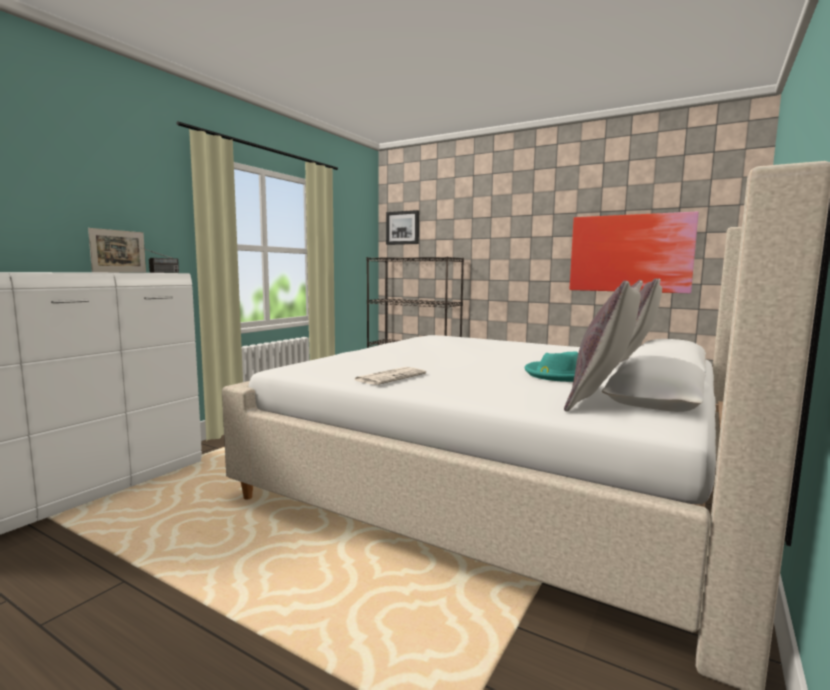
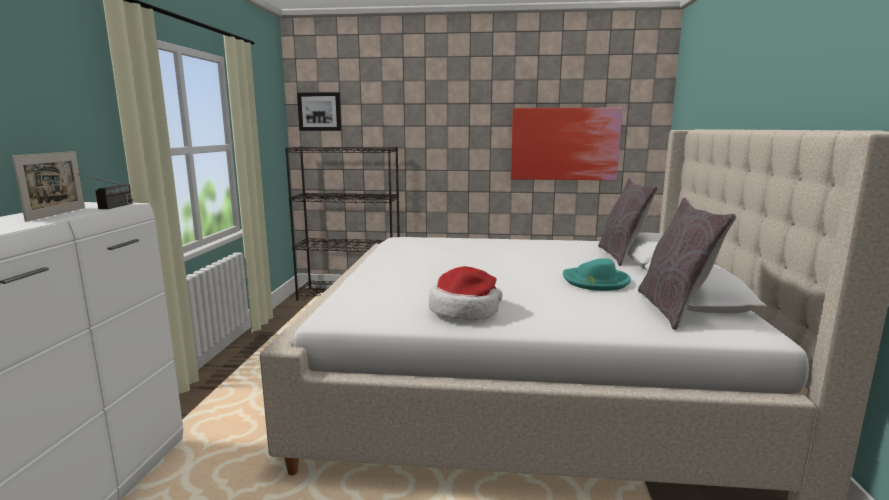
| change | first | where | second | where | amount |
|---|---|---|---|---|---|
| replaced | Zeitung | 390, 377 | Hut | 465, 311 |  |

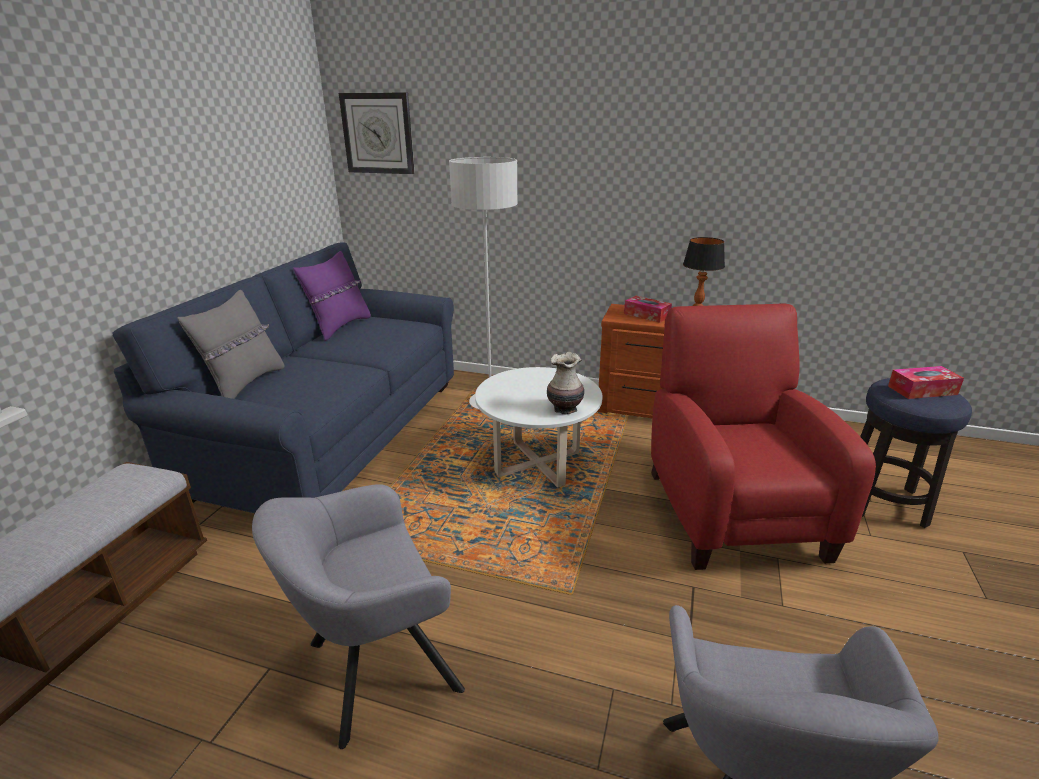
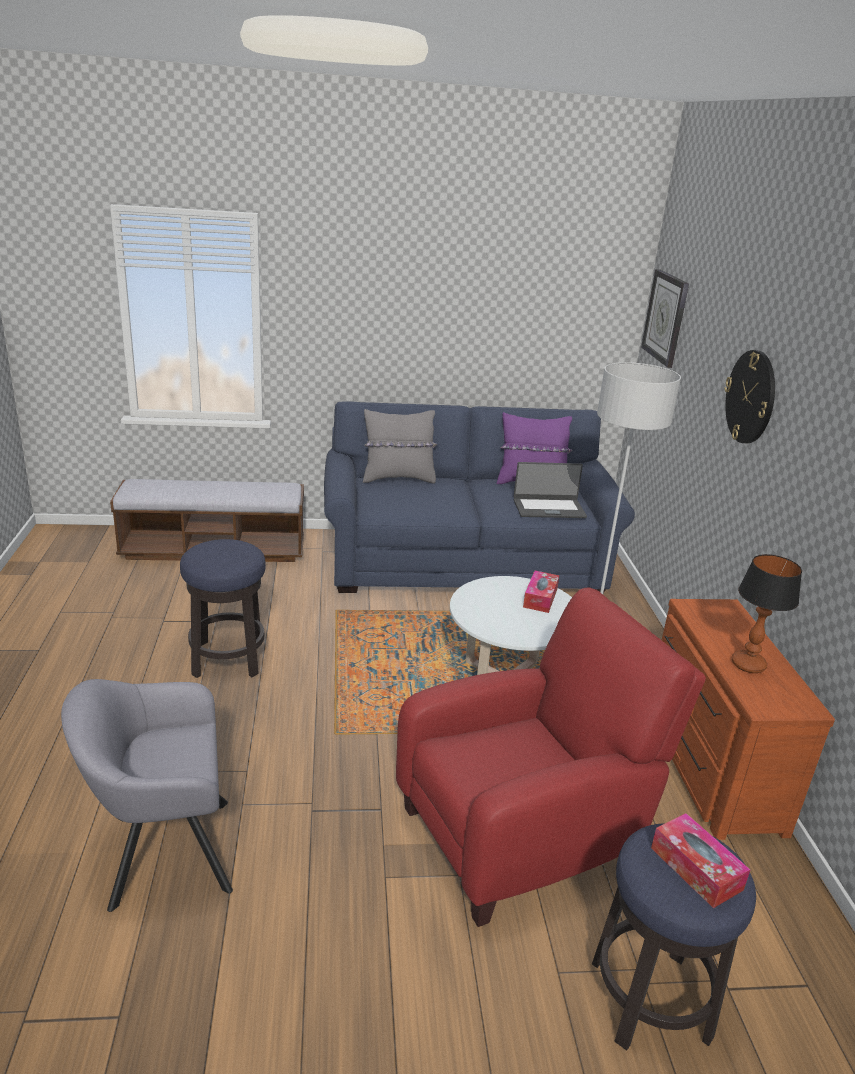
| change | first | where | second | where | amount |
|---|---|---|---|---|---|
| moved | Taschentuchbox | 646, 315 |  | 540, 598 |  |
| removed | Vase | 565, 409 |  |  |  |
| replaced | Sessel/grau | 374, 669 | Hocker | 227, 659 |  |
| added |  |  | Wanduhr | 751, 397 |  |
| added |  |  | Laptop | 548, 508 |  |

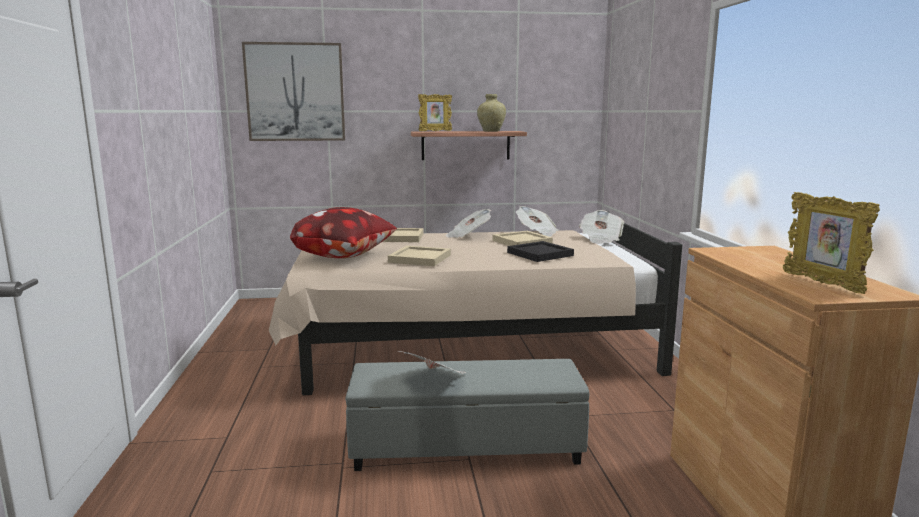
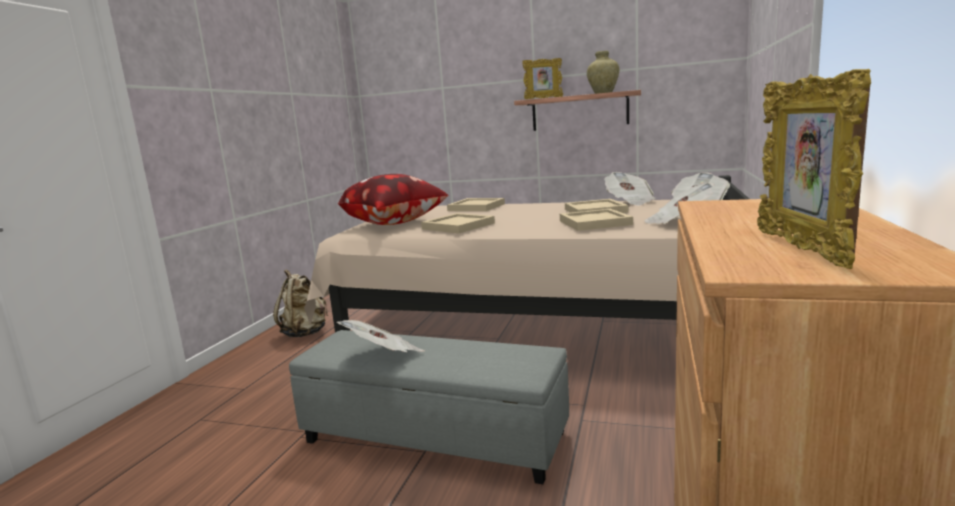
| change | first | where | second | where | amount |
|---|---|---|---|---|---|
| removed | Bild | 295, 92 |  |  |  |
| moved | Zeitung | 468, 236 |  | 678, 221 |  |
| recoloured | Tablett/schwarz | 539, 254 | Tablett/beige | 593, 223 |  |
| added |  |  | Rucksack/beige | 306, 333 |  |

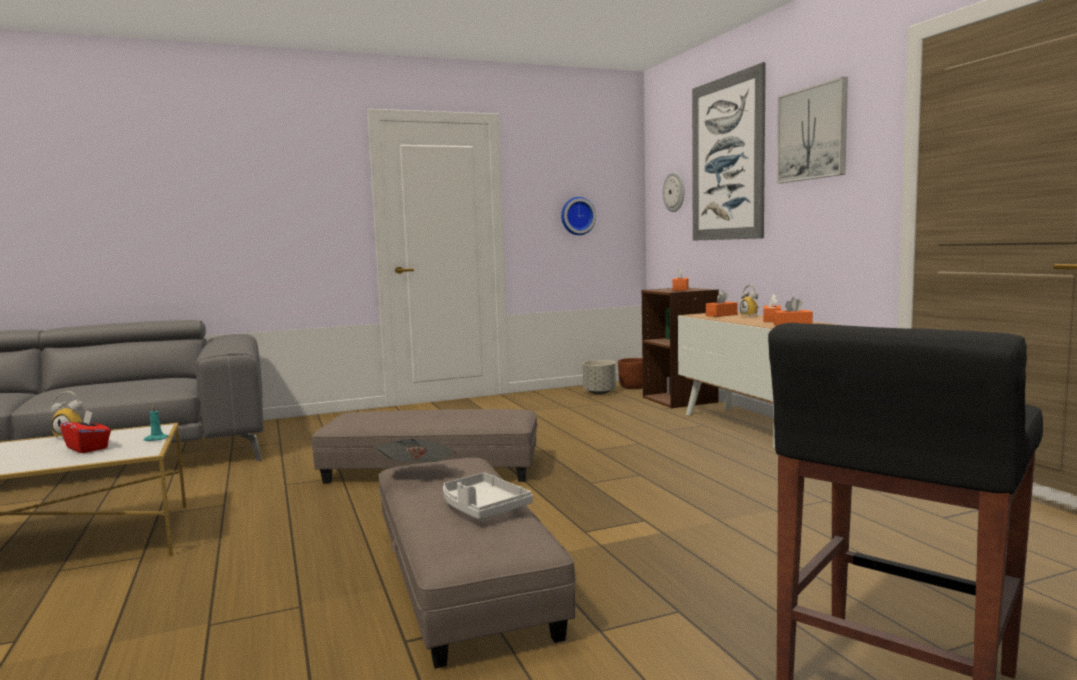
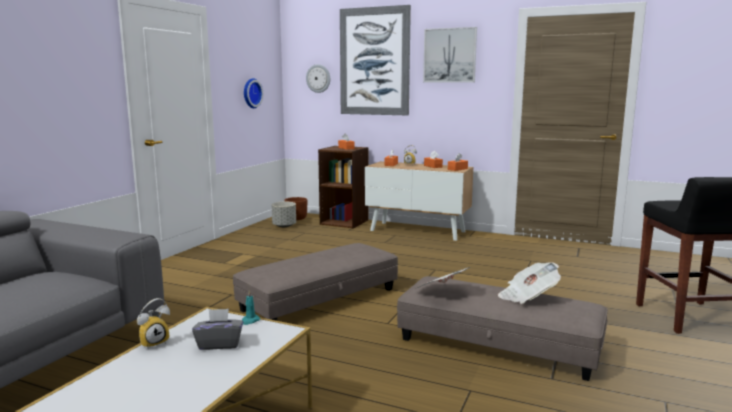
| change | first | where | second | where | amount |
|---|---|---|---|---|---|
| recoloured | Taschentuchbox/rot | 88, 448 | Taschentuchbox/grau | 219, 344 |  |
| replaced | Tablett/grau | 482, 508 | Zeitung | 527, 297 |  |

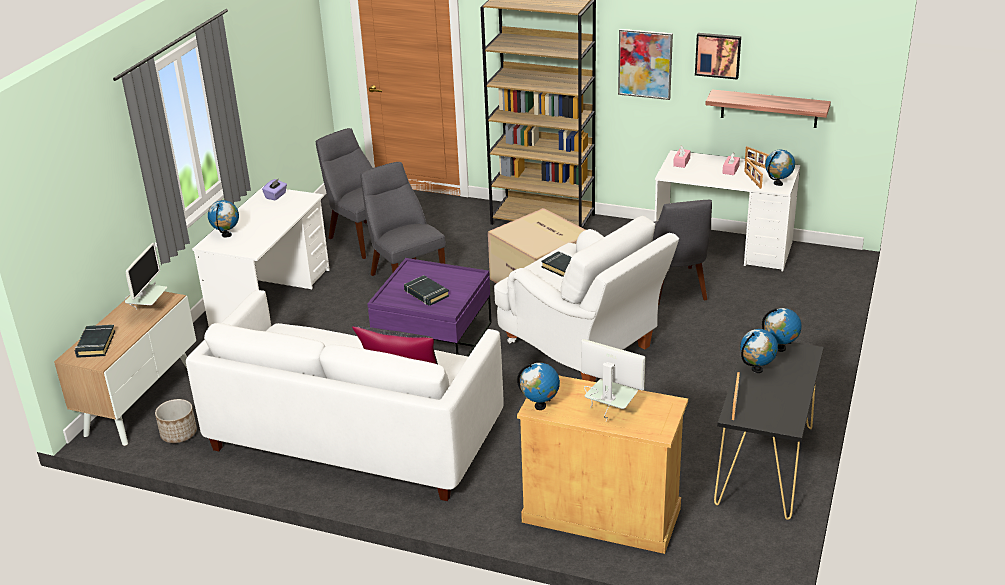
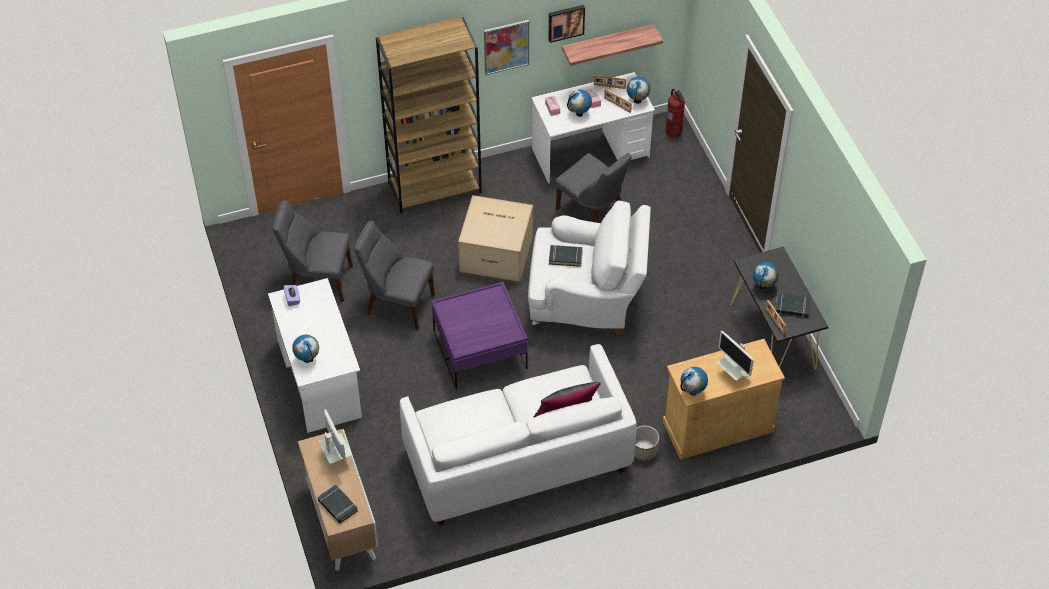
| change | first | where | second | where | amount |
|---|---|---|---|---|---|
| moved | Buch/schwarz | 426, 293 |  | 792, 307 |  |
| moved | Globus | 780, 348 |  | 579, 114 |  |
| turned | Monitor | 610, 413 |  | 734, 374 | 120 degrees counterclockwise |
| moved | Pflanzkübel | 178, 434 |  | 643, 450 |  |
| added |  |  | Feuerlöscher | 673, 131 |  |

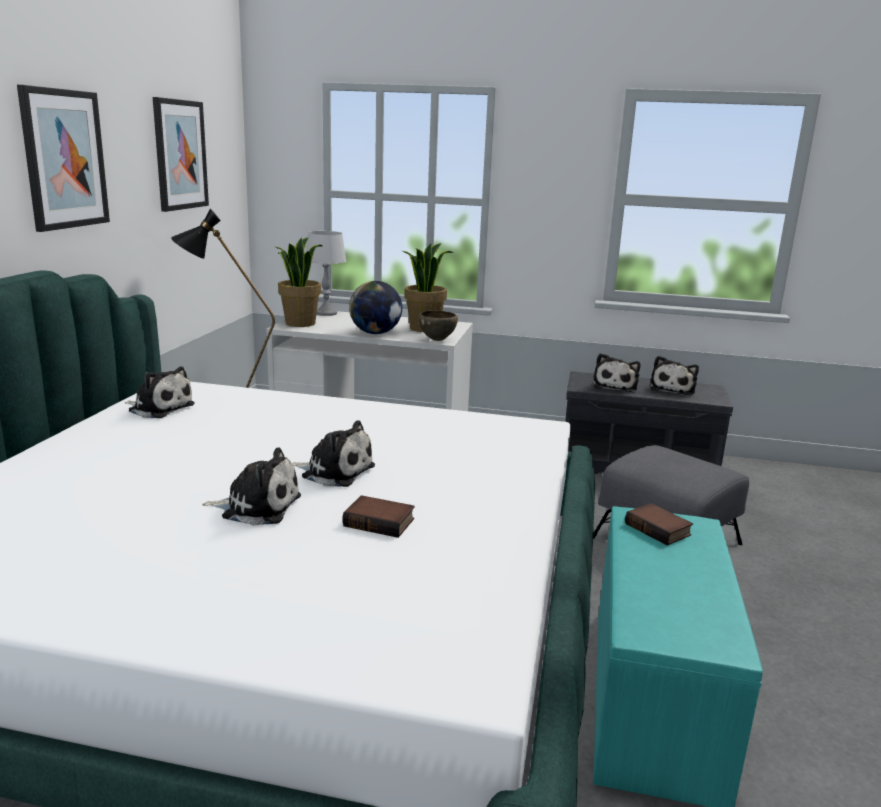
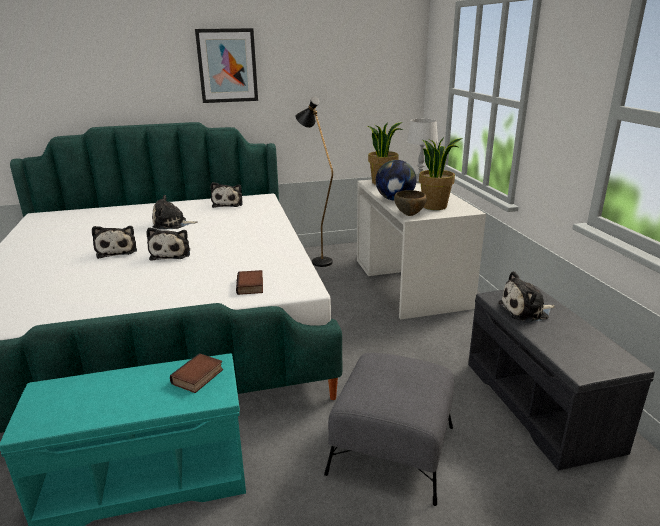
| change | first | where | second | where | amount |
|---|---|---|---|---|---|
| removed | Bild | 180, 155 |  |  |  |
| moved | Plüschtier | 672, 389 |  | 172, 224 |  |
| moved | Buch | 380, 522 |  | 251, 286 |  |

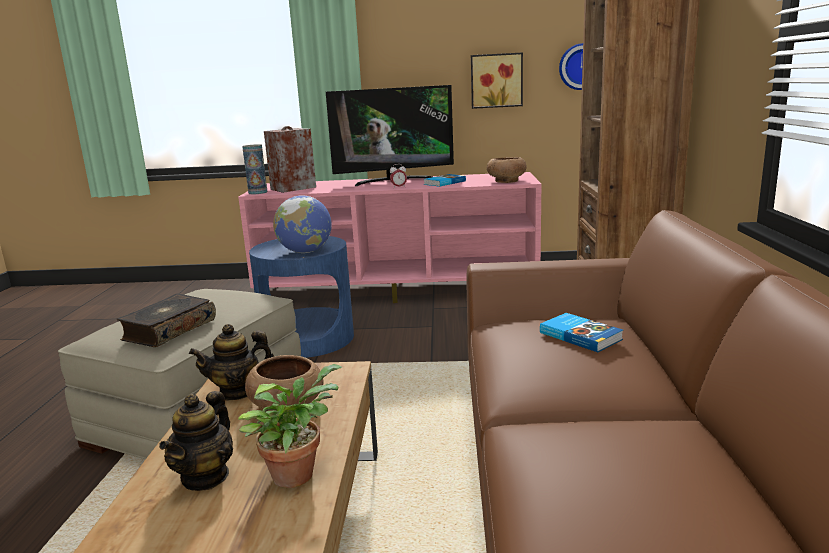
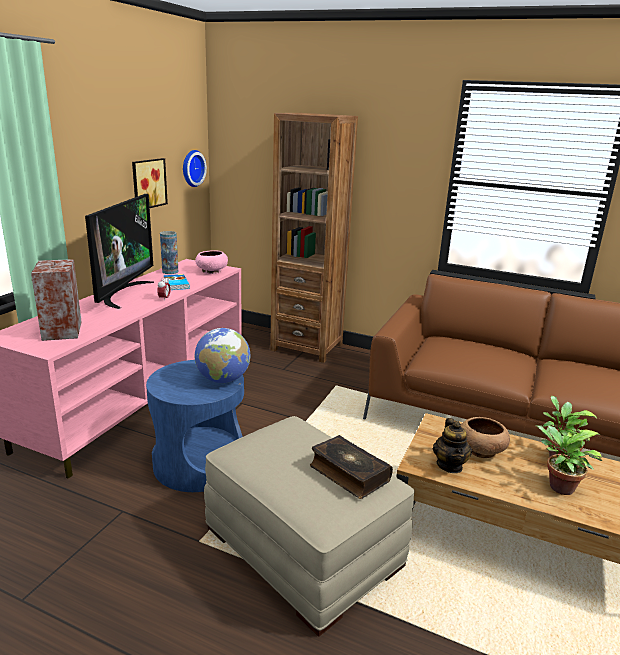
| change | first | where | second | where | amount |
|---|---|---|---|---|---|
| moved | Vase | 258, 192 |  | 170, 271 |  |
| recoloured | Schüssel/braun | 506, 181 | Schüssel/rosa | 211, 271 |  |
| removed | Buch | 580, 335 |  |  |  |
| replaced | Teekanne | 205, 476 | Topfpflanze | 558, 487 |  |

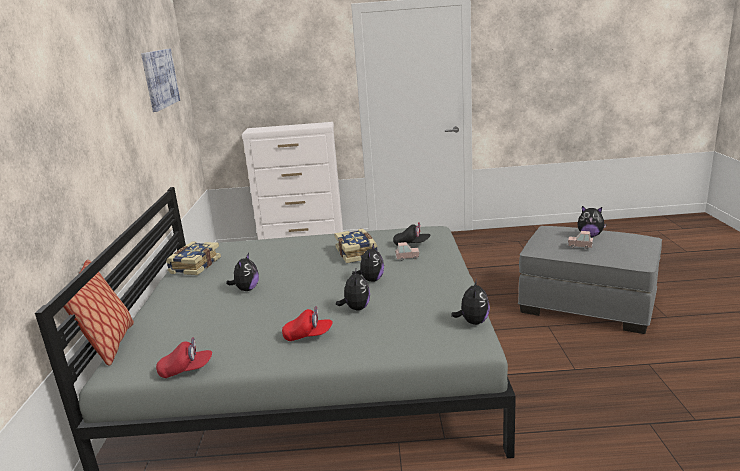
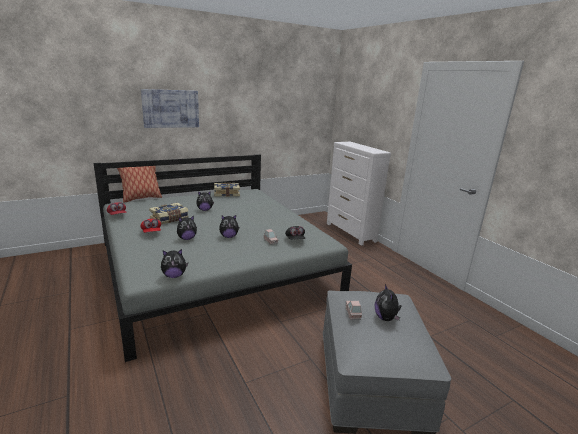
| change | first | where | second | where | amount |
|---|---|---|---|---|---|
| moved | Bild | 160, 79 |  | 171, 108 |  |
| moved | Buch | 357, 253 |  | 170, 219 |  |

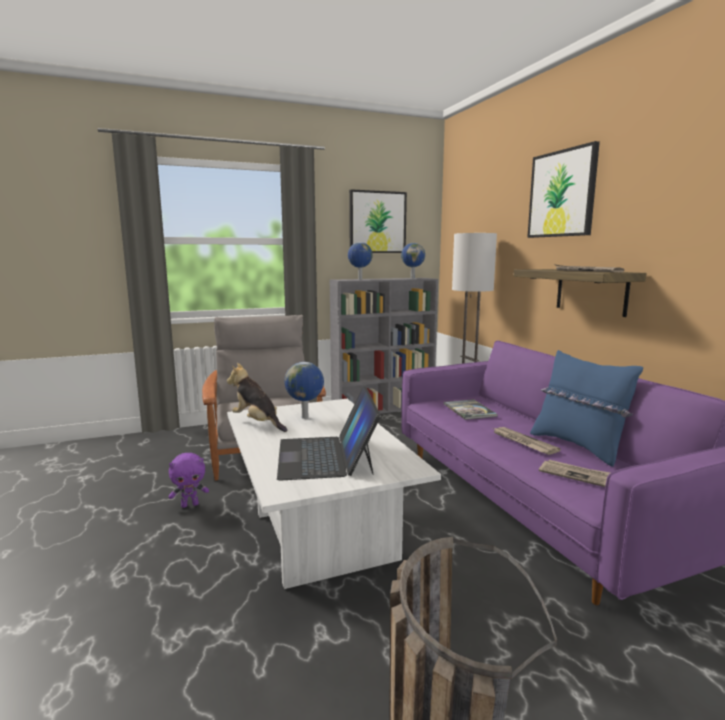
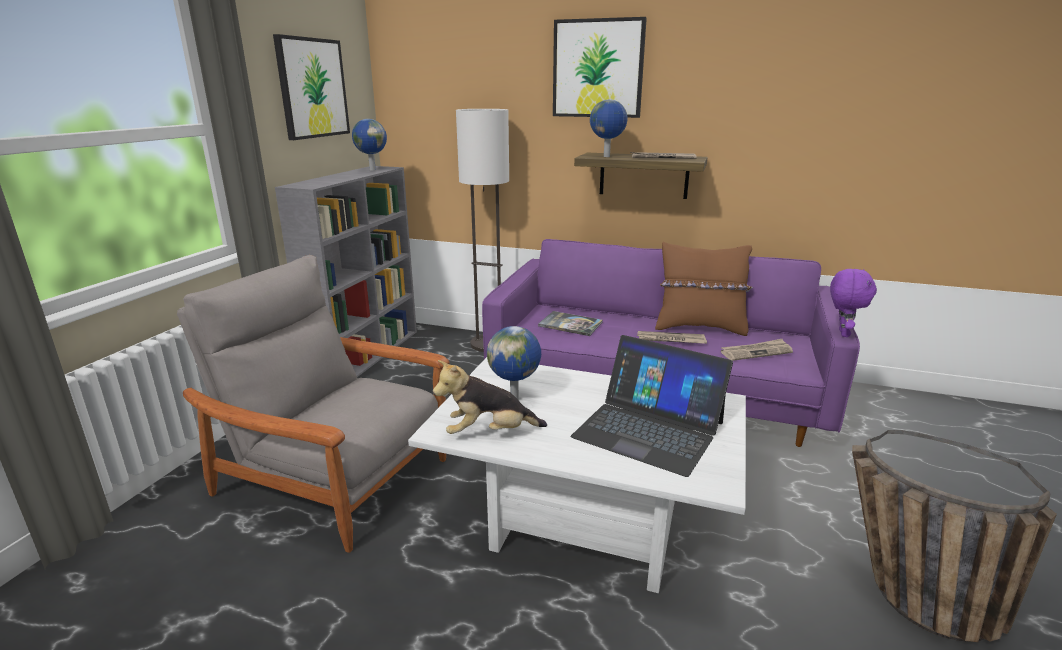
| change | first | where | second | where | amount |
|---|---|---|---|---|---|
| moved | Globus | 359, 279 |  | 607, 156 |  |
| recoloured | Kissen/blau | 578, 446 | Kissen/braun | 699, 327 |  |
| moved | Plüschtier/lila | 190, 505 |  | 842, 333 |  |

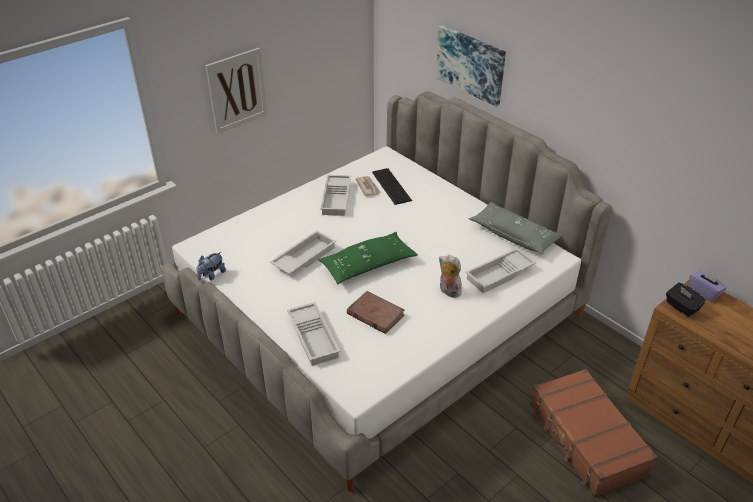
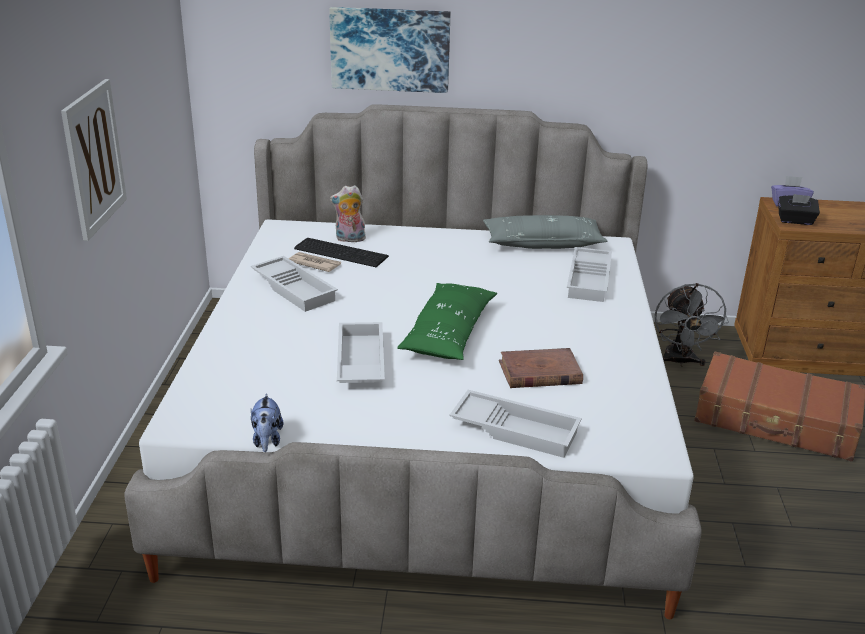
| change | first | where | second | where | amount |
|---|---|---|---|---|---|
| moved | Plüschtier | 448, 291 |  | 349, 239 |  |
| added |  |  | Ventilator/grau | 680, 362 |  |

